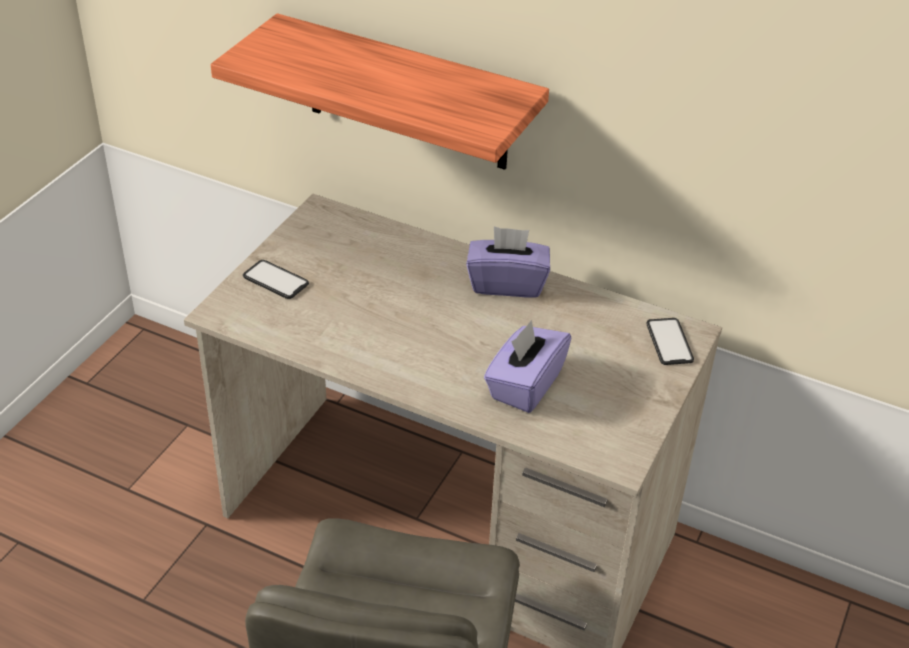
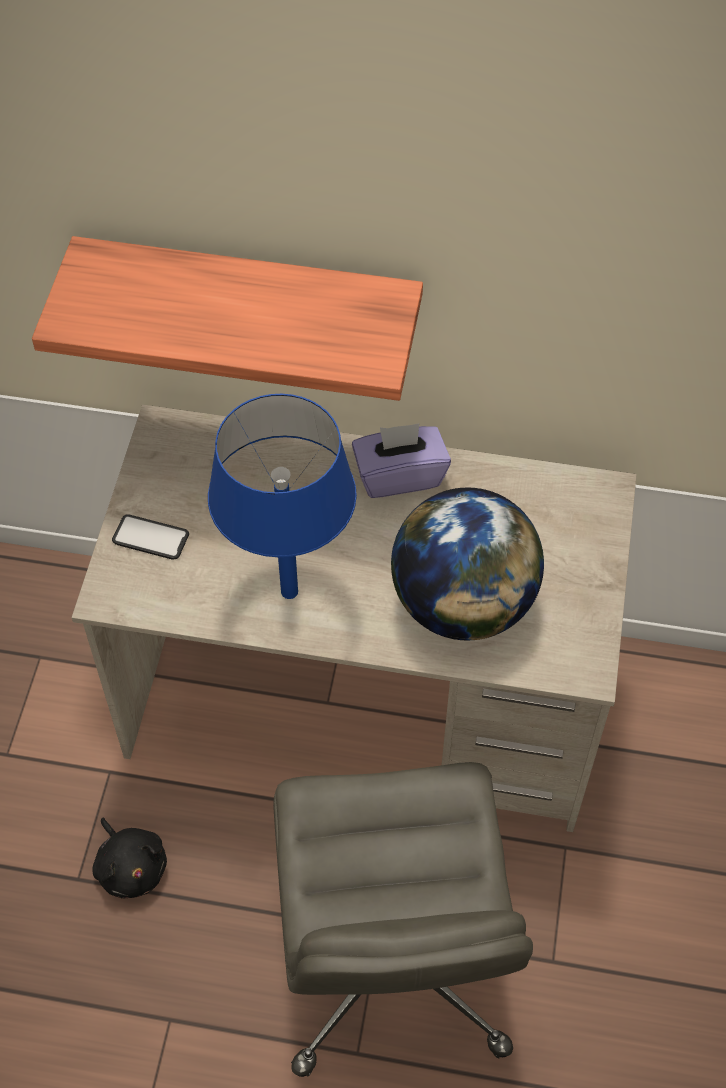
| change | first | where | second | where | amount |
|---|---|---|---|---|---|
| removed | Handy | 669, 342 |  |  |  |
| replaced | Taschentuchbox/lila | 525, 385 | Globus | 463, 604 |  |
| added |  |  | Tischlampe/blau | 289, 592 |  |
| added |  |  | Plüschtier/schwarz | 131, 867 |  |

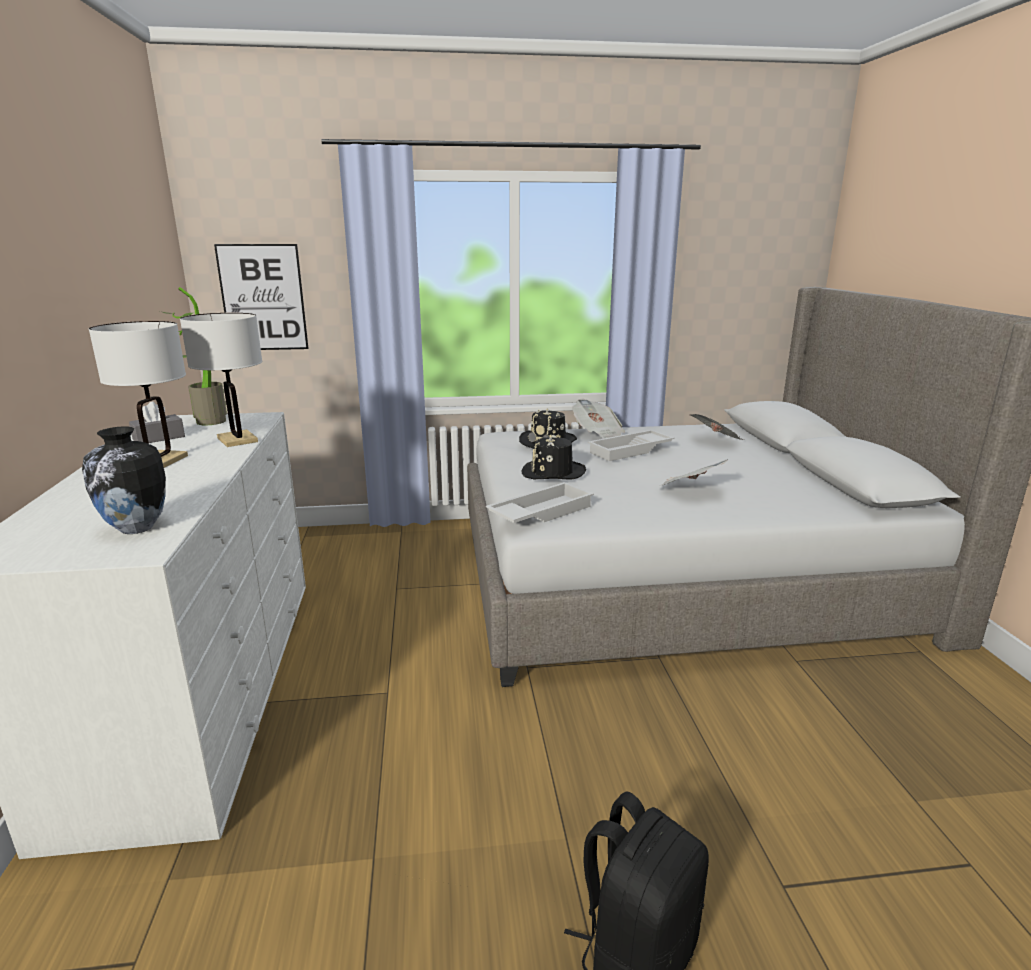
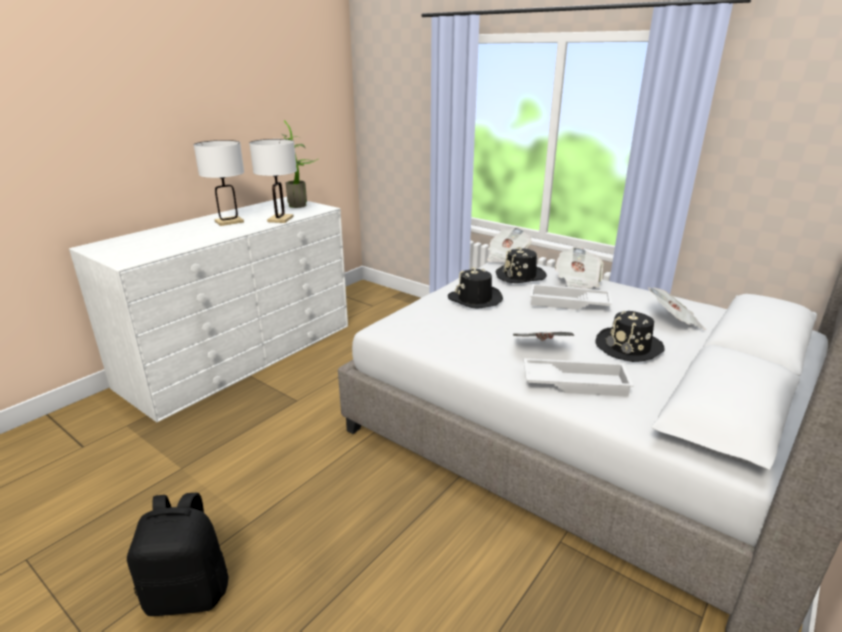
| change | first | where | second | where | amount |
|---|---|---|---|---|---|
| removed | Bild | 263, 298 |  |  |  |
| removed | Taschentuchbox/grau | 159, 438 |  |  |  |
| removed | Vase | 136, 528 |  |  |  |
| moved | Tablett/weiß | 540, 512 |  | 575, 382 |  |
| added |  |  | Zeitung | 506, 257 |  |
| added |  |  | Hut/schwarz | 629, 347 |  |

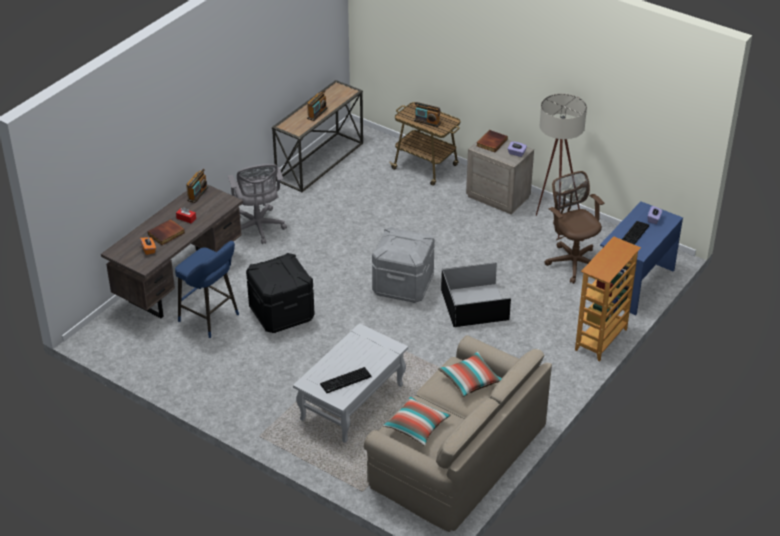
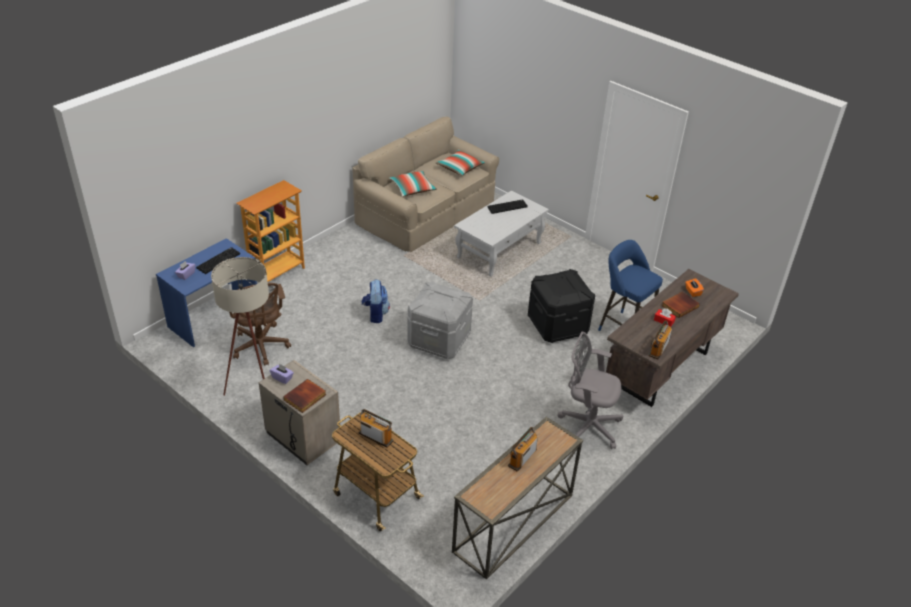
| change | first | where | second | where | amount |
|---|---|---|---|---|---|
| turned | Bürostuhl/grau | 258, 228 |  | 587, 425 | 60 degrees counterclockwise |
| replaced | Aufbewahrungsbox/schwarz | 475, 305 | Rucksack | 375, 314 |  |

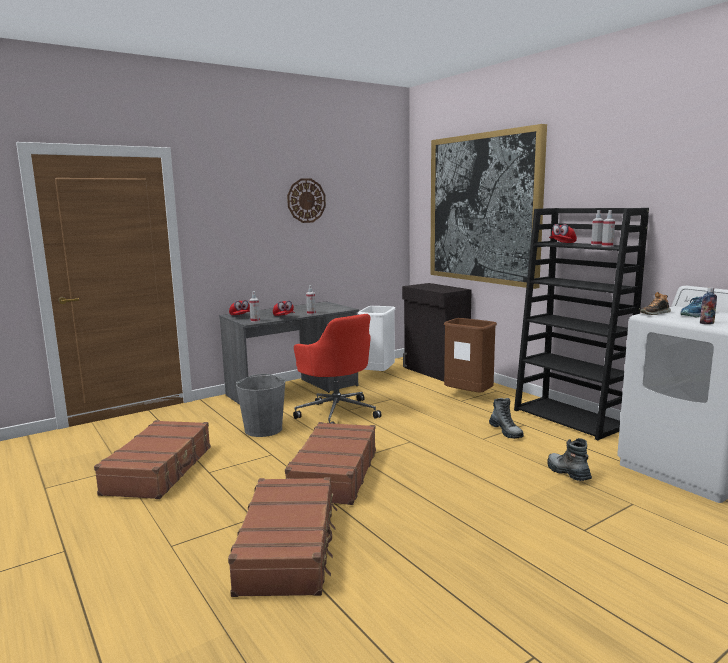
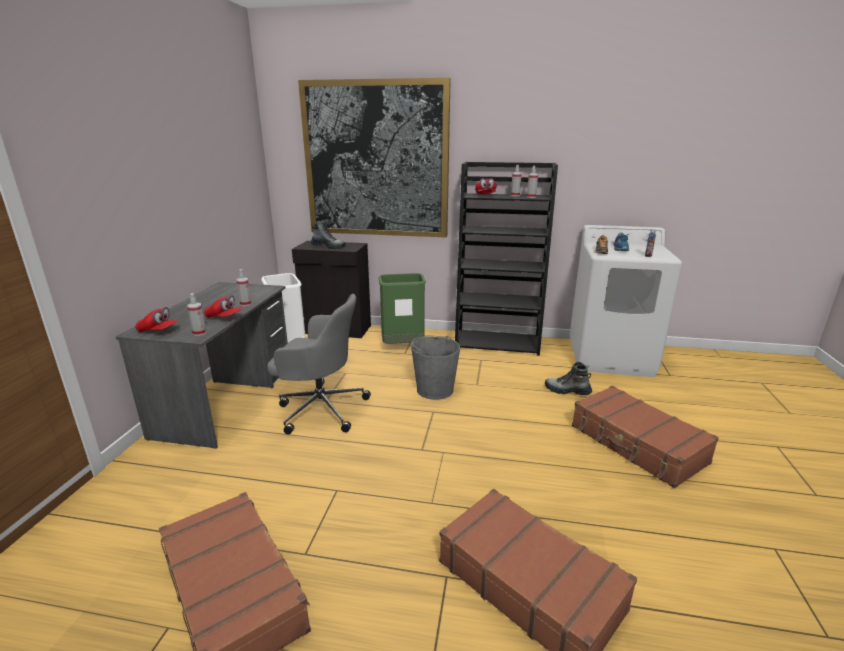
| change | first | where | second | where | amount |
|---|---|---|---|---|---|
| removed | Wanduhr | 306, 200 |  |  |  |
| recoloured | Bürostuhl/rot | 337, 413 | Bürostuhl/grau | 320, 408 |  |
| recoloured | Mülleimer/braun | 468, 396 | Mülleimer/grün | 403, 346 |  |
| moved | Eimer/grau | 263, 429 |  | 434, 389 |  |
| moved | Stiefel | 506, 431 |  | 328, 247 |  |
| moved | Koffer/braun | 333, 474 |  | 636, 444 |  |

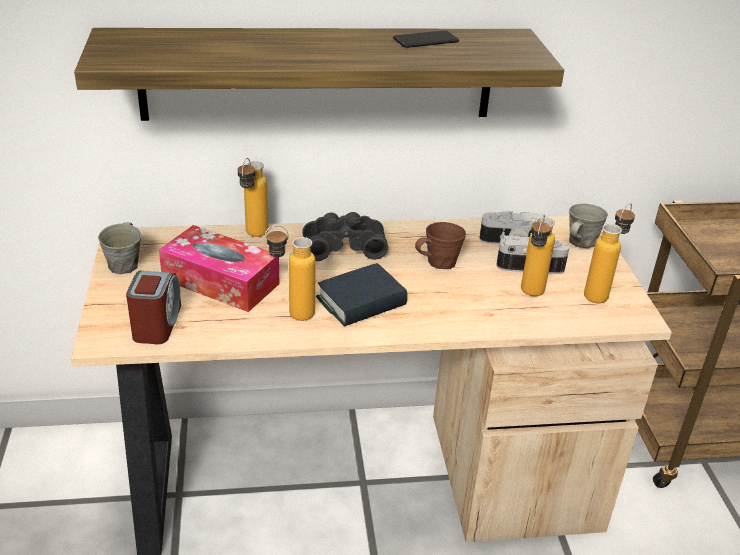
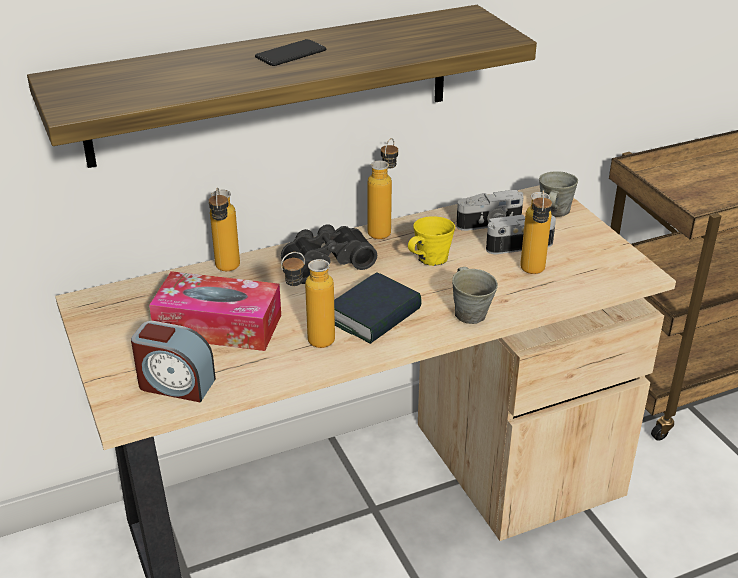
| change | first | where | second | where | amount |
|---|---|---|---|---|---|
| moved | Handy | 425, 40 |  | 291, 54 |  |
| moved | Flasche | 601, 293 |  | 383, 229 |  |
| moved | Henkelbecher/grau | 125, 265 |  | 470, 313 |  |
| recoloured | Henkelbecher/braun | 439, 263 | Henkelbecher/gelb | 430, 260 |  |
| turned | Wecker | 157, 324 |  | 175, 384 | 120 degrees clockwise |

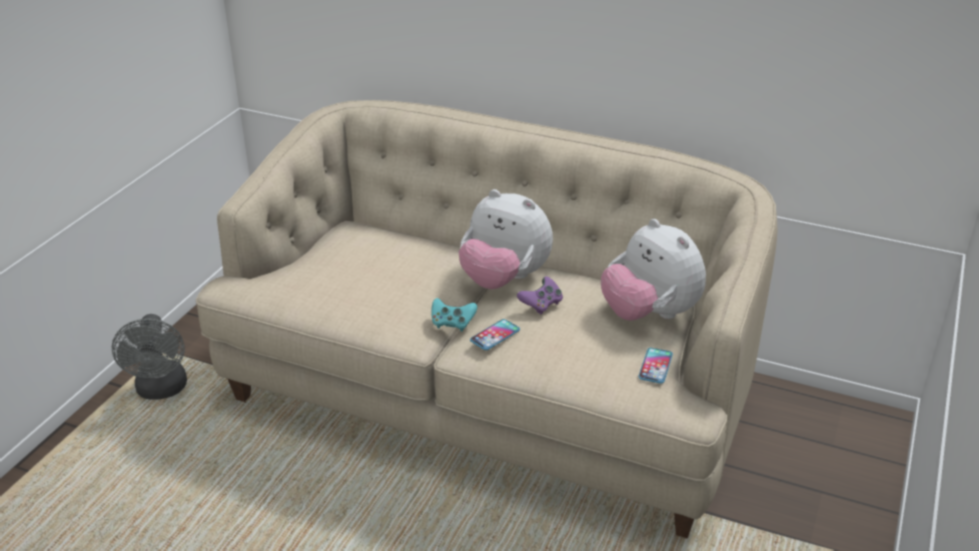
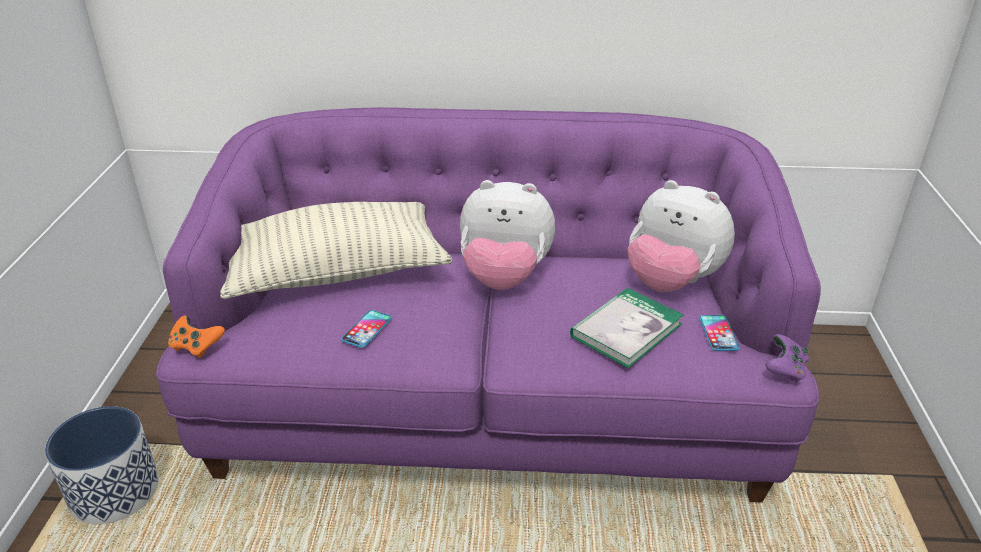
| change | first | where | second | where | amount |
|---|---|---|---|---|---|
| recoloured | Sofa/beige | 490, 397 | Sofa/lila | 491, 405 |  |
| moved | Gamepad/lila | 541, 305 |  | 785, 370 |  |
| removed | Gamepad/türkis | 452, 323 |  |  |  |
| replaced | Ventilator/grau | 161, 390 | Pflanzkübel | 115, 491 |  |
| moved | Handy | 495, 335 |  | 367, 329 |  |
| added |  |  | Kissen | 336, 272 |  |
| added |  |  | Buch | 626, 330 |  |
| added |  |  | Gamepad/orange | 196, 347 |  |

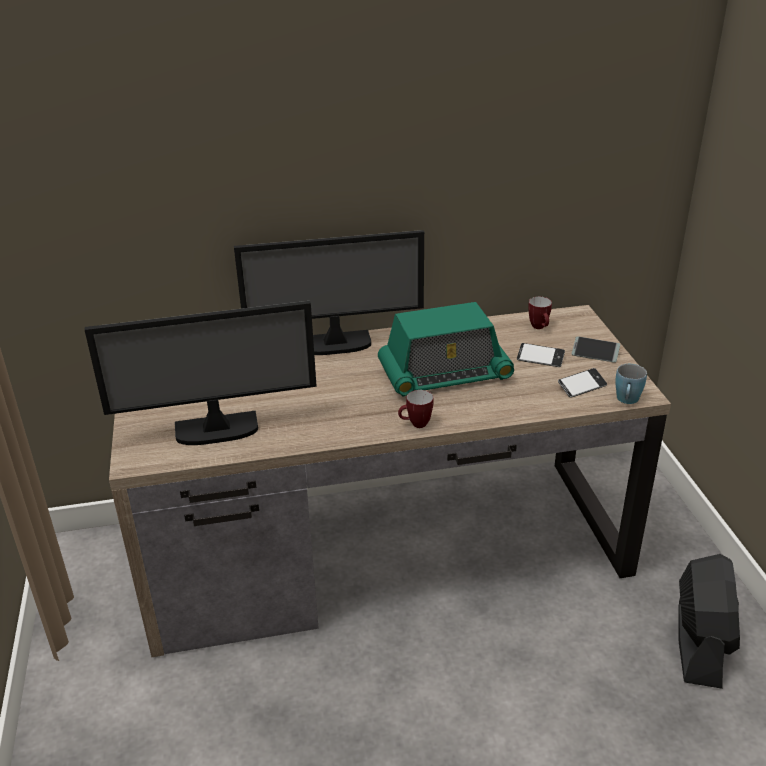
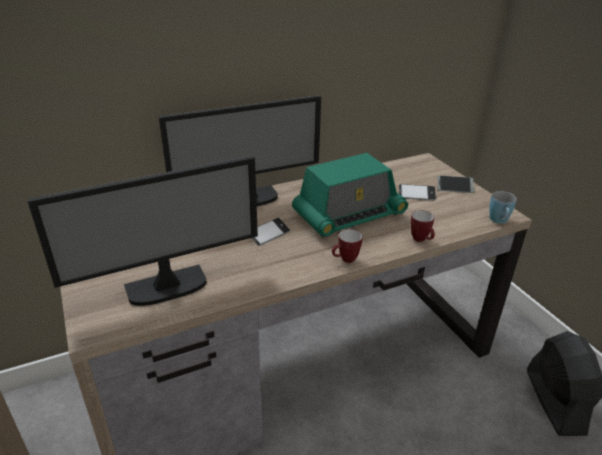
| change | first | where | second | where | amount |
|---|---|---|---|---|---|
| moved | Henkelbecher | 540, 328 |  | 421, 240 |  |
| moved | Handy | 582, 386 |  | 268, 234 |  |

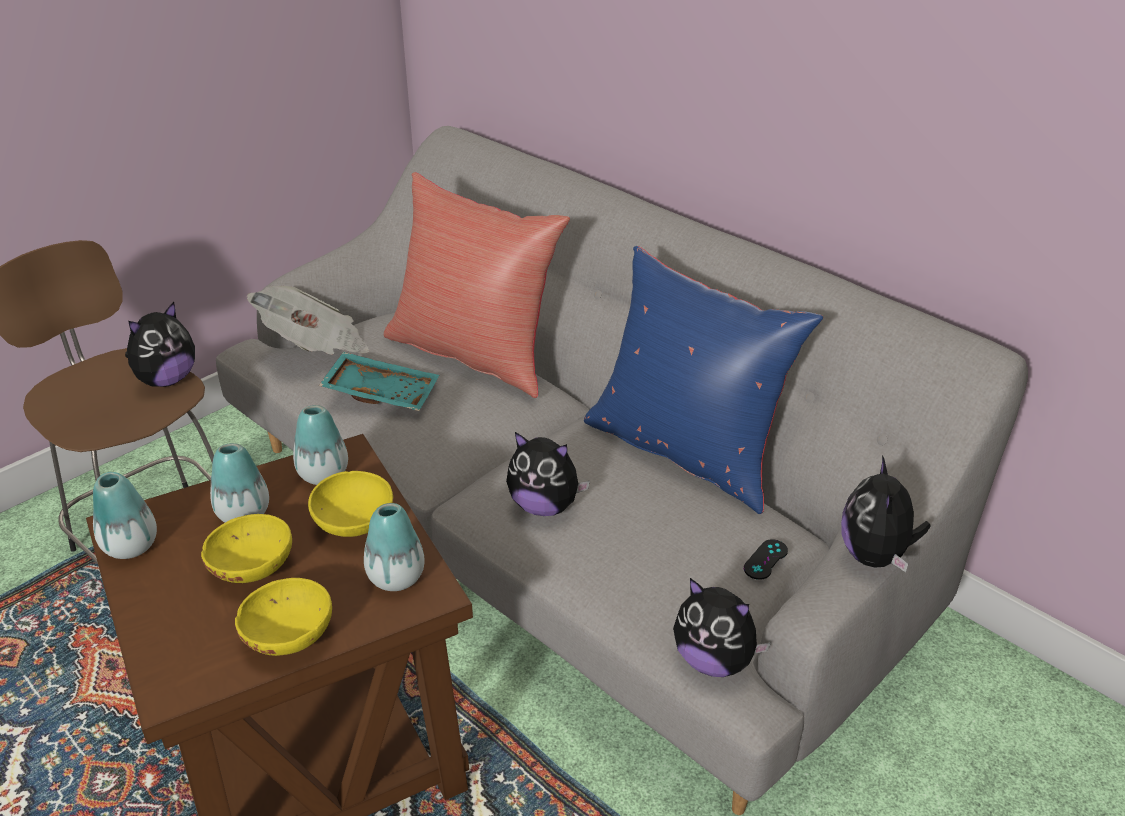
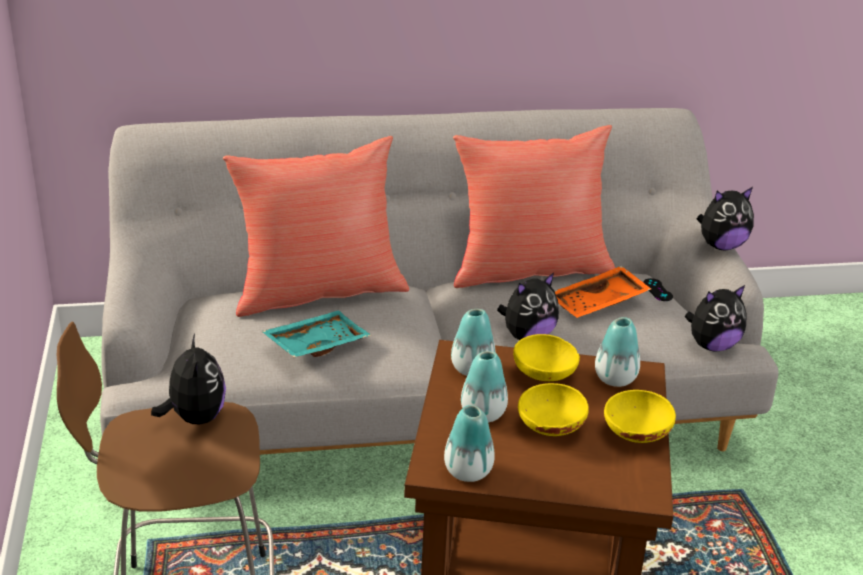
| change | first | where | second | where | amount |
|---|---|---|---|---|---|
| recoloured | Kissen/blau | 686, 451 | Kissen/rot | 529, 269 |  |
| removed | Zeitung | 315, 347 |  |  |  |
| turned | Plüschtier | 875, 556 |  | 721, 246 | 60 degrees counterclockwise |
| added |  |  | Tablett/orange | 599, 304 |  |

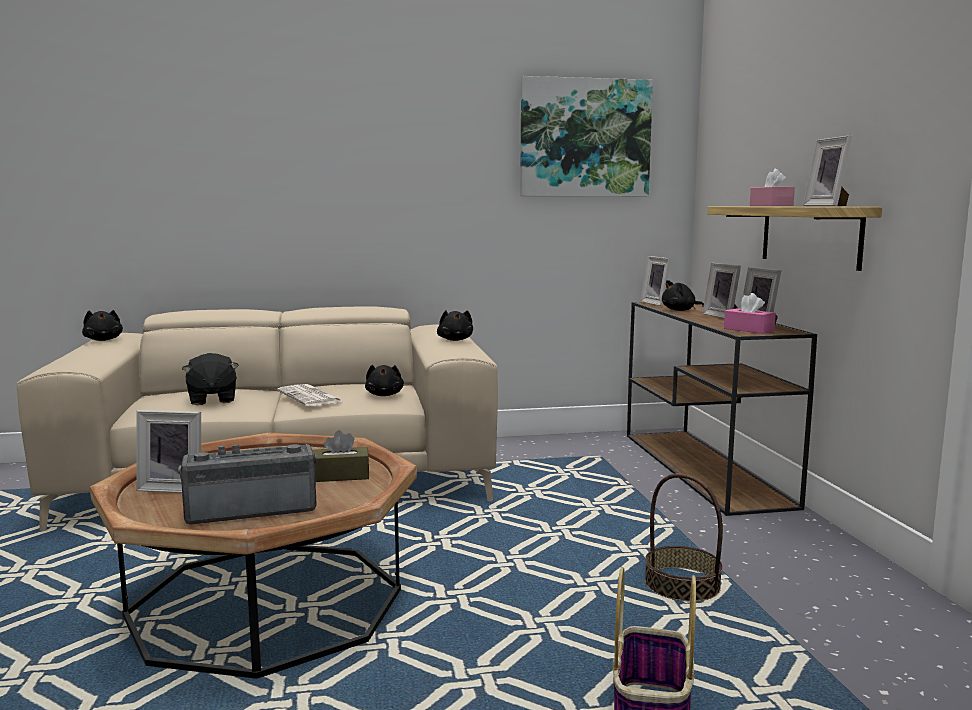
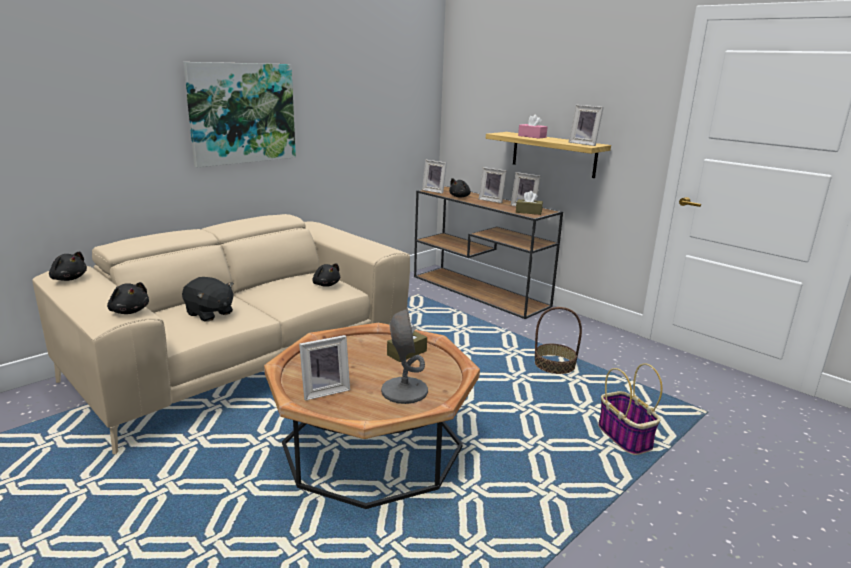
| change | first | where | second | where | amount |
|---|---|---|---|---|---|
| moved | Bild | 585, 138 |  | 242, 113 |  |
| recoloured | Taschentuchbox/rosa | 748, 330 | Taschentuchbox/braun | 528, 212 |  |
| moved | Plüschtier/schwarz | 455, 340 |  | 129, 311 |  |
| removed | Zeitung | 310, 397 |  |  |  |
| replaced | Radio | 252, 510 | Tischlampe/grau | 404, 391 |  |

